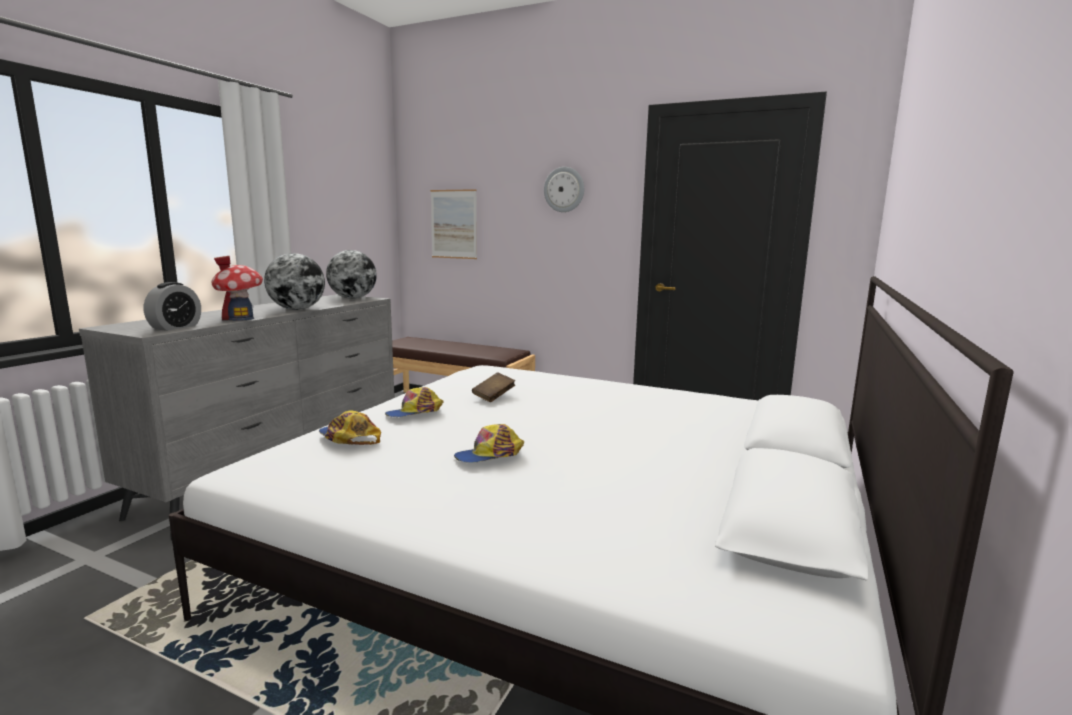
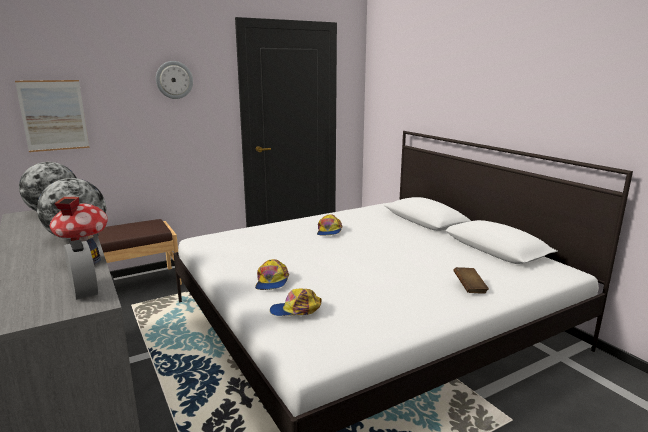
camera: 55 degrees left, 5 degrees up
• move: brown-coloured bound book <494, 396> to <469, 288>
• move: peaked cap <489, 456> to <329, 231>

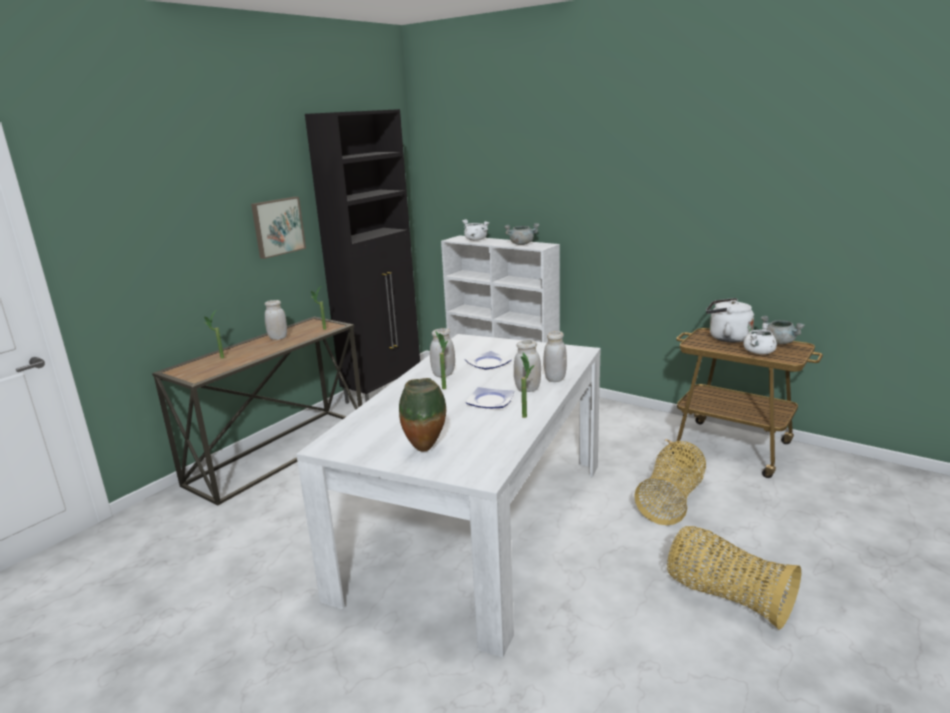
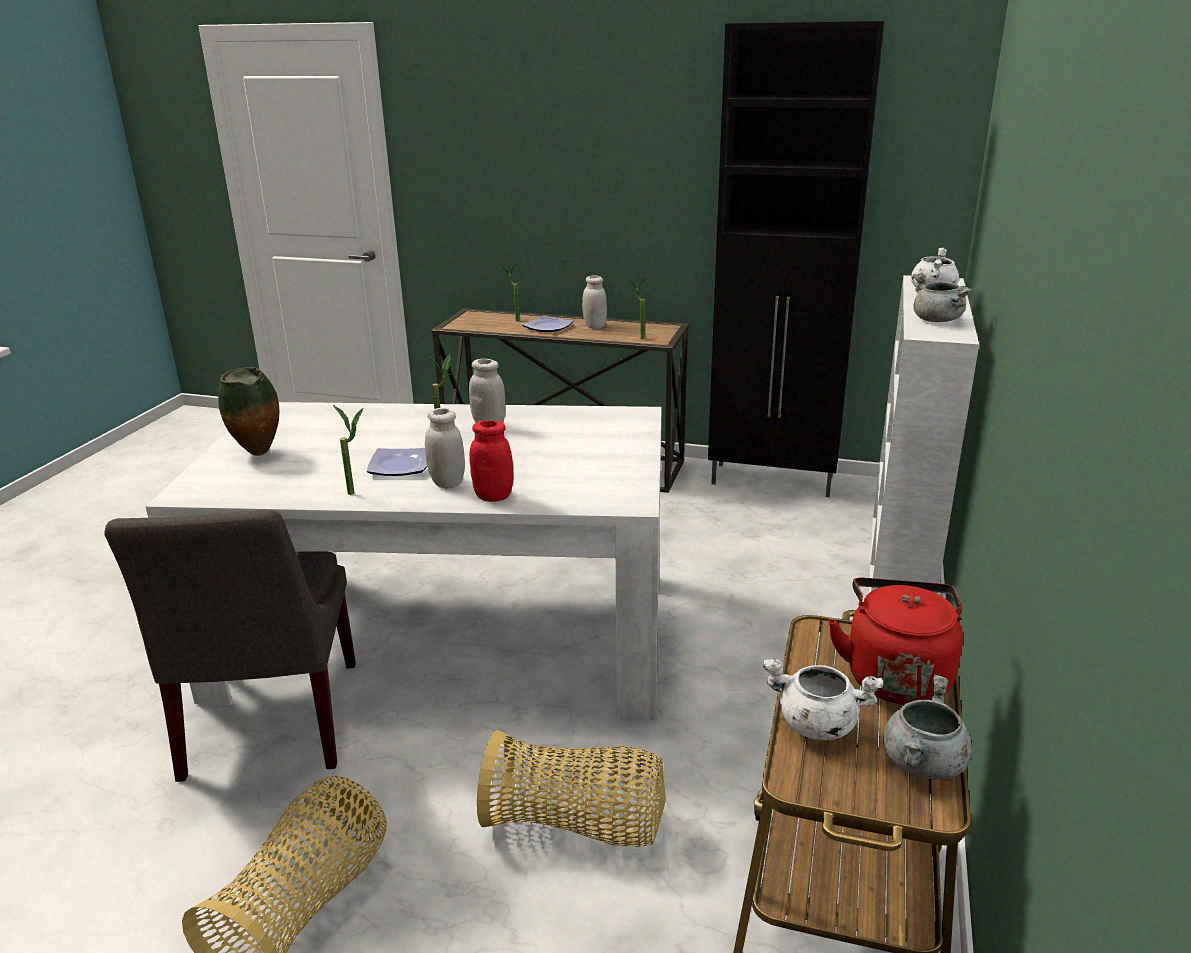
camera: 70 degrees right, 5 degrees up
• delete: wall art <277, 227>
• recolor: white-coloured tea kettle <726, 338> to red tea kettle <895, 675>
• recolor: white-coloured preserve jar <555, 379> to red preserve jar <493, 496>
• move: plate <488, 363> to <549, 327>
• insert: gray upright chair <269, 724>

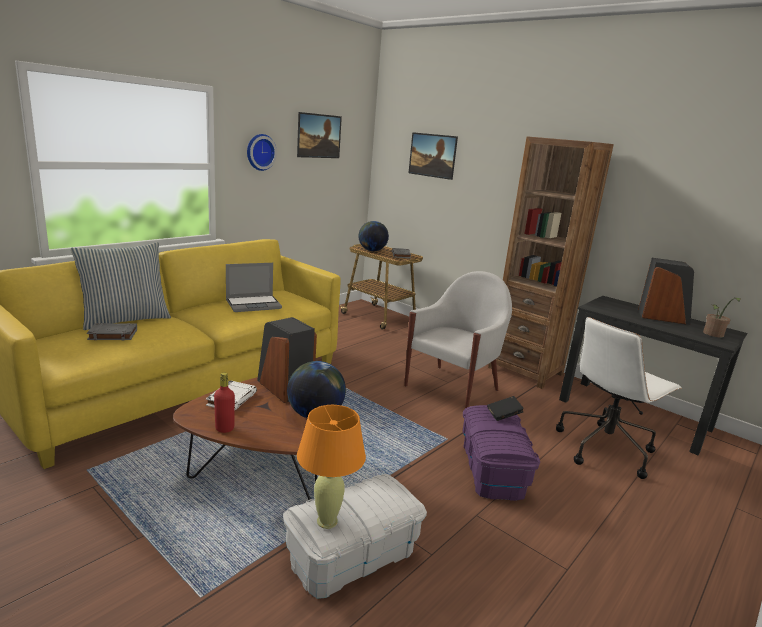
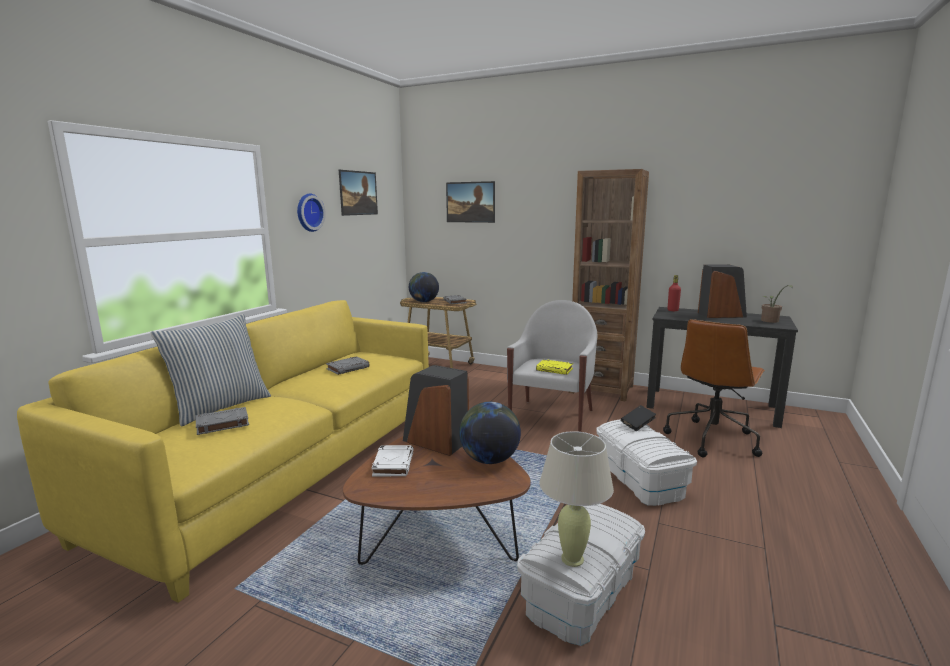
camera: 15 degrees left, 5 degrees down
• replace: notebook computer <254, 304> to gray bound book <348, 368>
• recolor: white-coloured desk chair <605, 448> to brown-coloured desk chair <712, 439>
• move: red beverage bottle <224, 428> to <672, 310>
• recolor: orange-coloured tabletop lamp <327, 521> to beige tabletop lamp <572, 559>
• recolor: purple storage box <493, 469> to white-coloured storage box <640, 479>
• insert: yellowish bound book <555, 369>

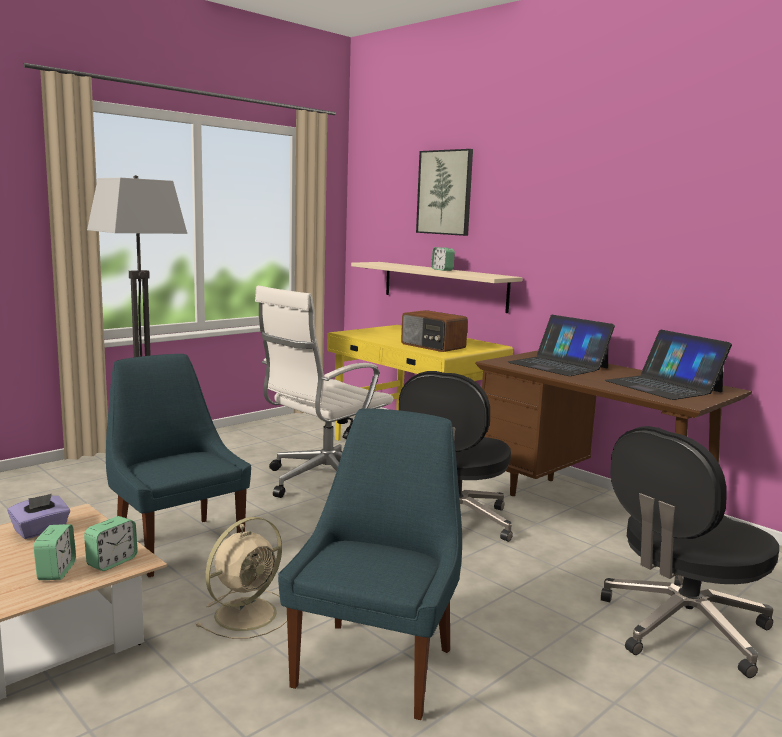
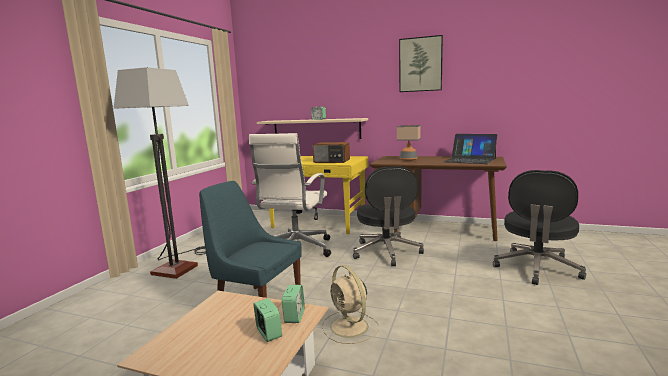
camera: 25 degrees left, 0 degrees up
• move: wall art <445, 192> to <420, 64>
• replace: notebook computer <558, 365> to tabletop lamp <408, 159>
• delete: blue-coloured upright chair <376, 664>
• delete: purple tissue box <41, 530>
• rotate: beige cooling fan <248, 613> = <350, 327> 135 degrees clockwise

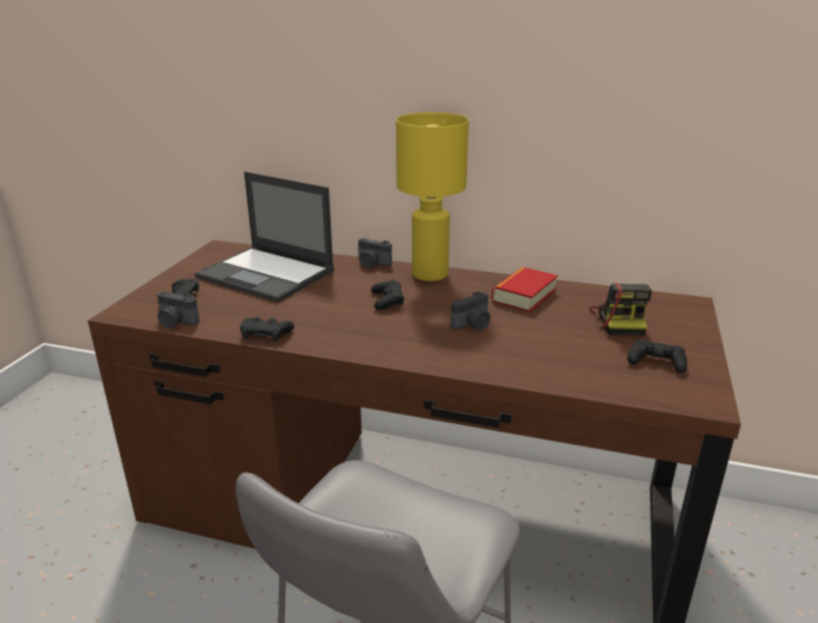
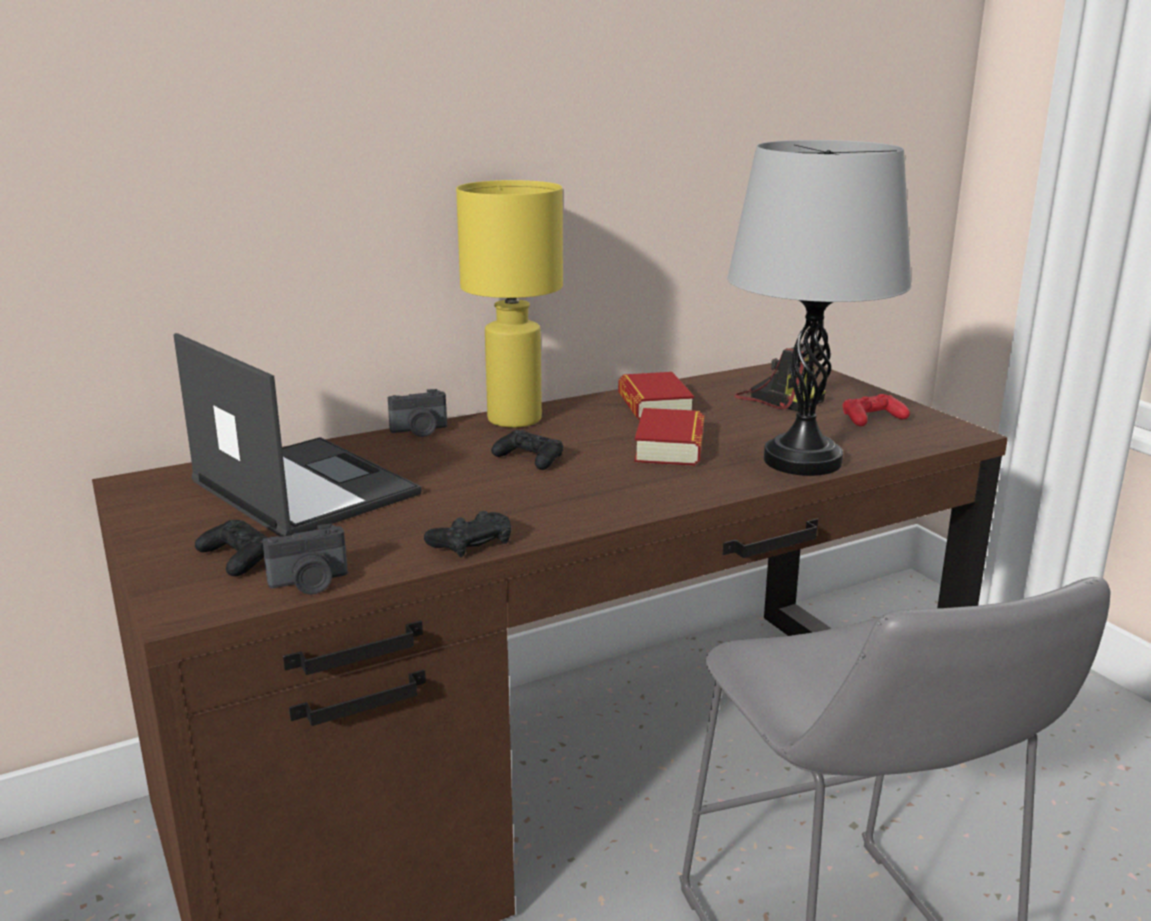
camera: 45 degrees left, 5 degrees down
• rotate: notebook computer <267, 274> = <302, 487> 120 degrees counterclockwise
• replace: photo camera <473, 325> to bound book <669, 447>
• recolor: black gamepad <656, 362> to red gamepad <872, 418>
• insert: gray tabletop lamp <802, 461>

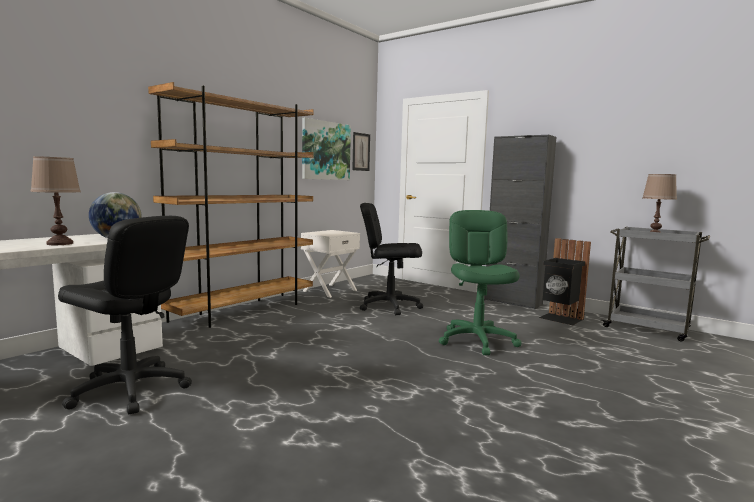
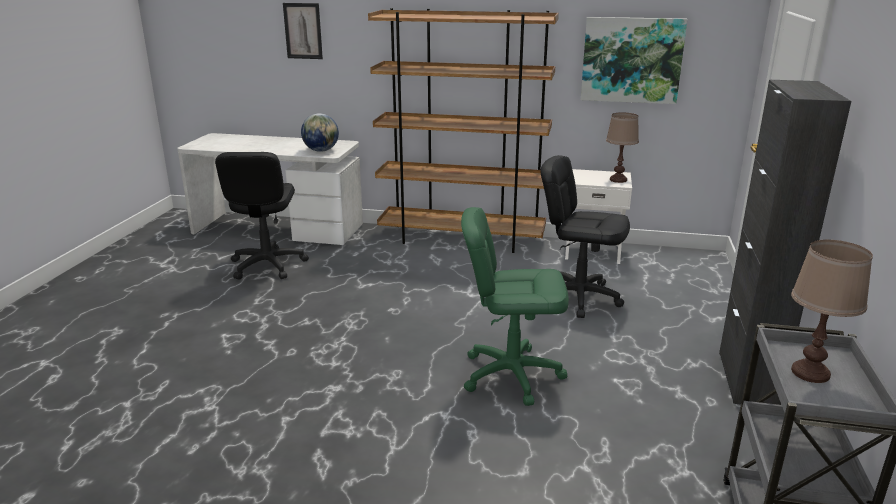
camera: 65 degrees right, 15 degrees up
• move: wall art <361, 152> to <303, 31>
• move: brown-coloured tabletop lamp <60, 243> to <618, 180>
• rotate: black desk chair <389, 306> = <578, 297> 45 degrees counterclockwise
• rotate: green desk chair <477, 341> = <511, 374> 150 degrees counterclockwise
• delete: black rubbish bin <560, 319>

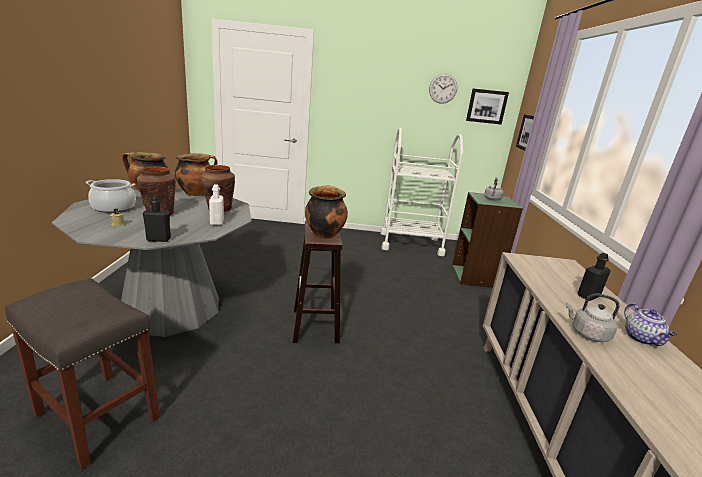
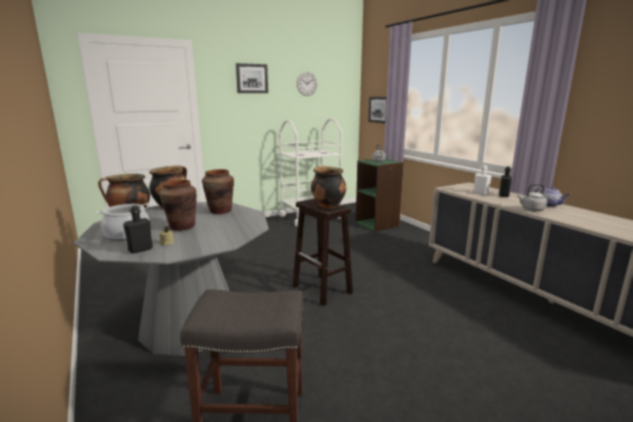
camera: 30 degrees left, 5 degrees down
• move: wall art <486, 106> to <252, 78>
• move: white-coloured beverage bottle <217, 222> to <480, 193>
• move: black beverage bottle <158, 239> to <140, 249>

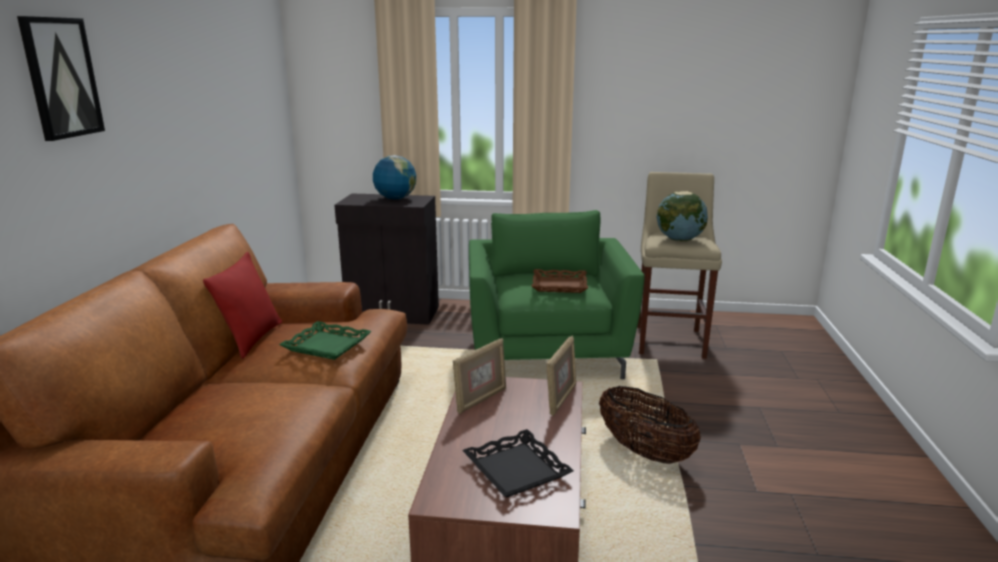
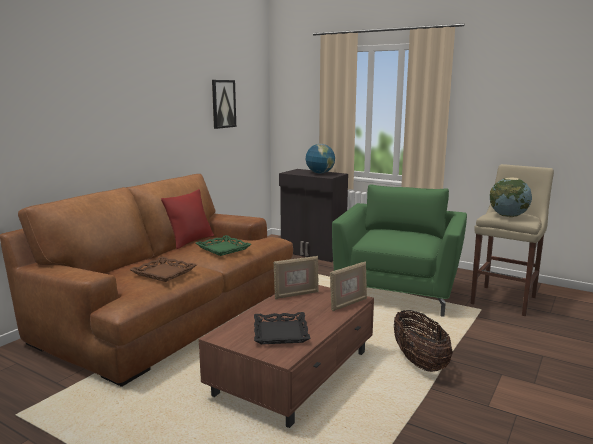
camera: 25 degrees right, 5 degrees down
• move: wall art <61, 78> to <223, 104>
• move: brown-coloured carrying tray <559, 285> to <163, 273>

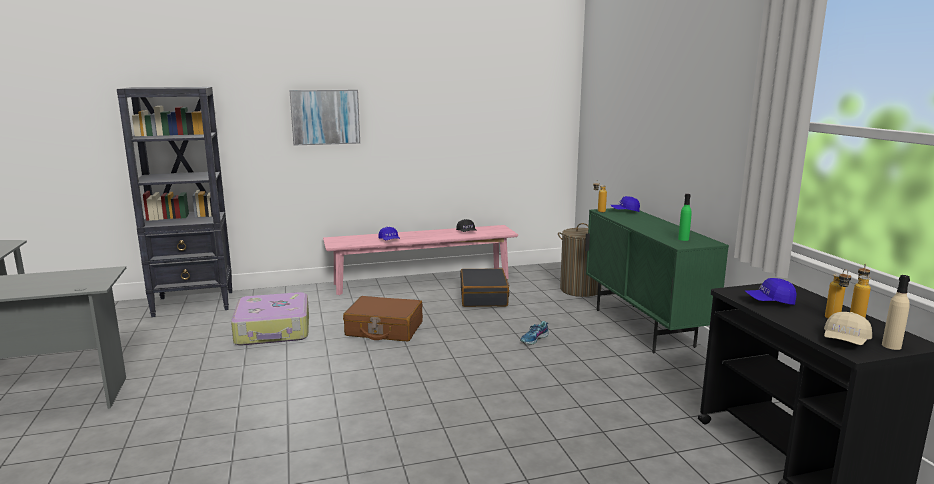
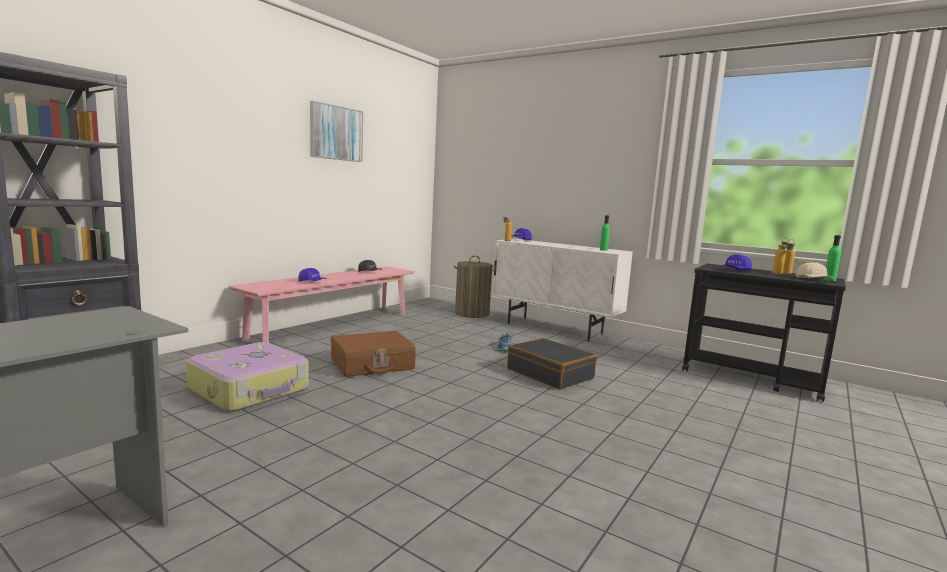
camera: 40 degrees left, 5 degrees down
• move: wall art <325, 117> to <336, 133>
• recolor: green cupboard <643, 327> to white-coloured cupboard <554, 329>
• move: black suitcase <484, 297> to <550, 374>
• recolor: beige beverage bottle <891, 346> to green beverage bottle <829, 280>

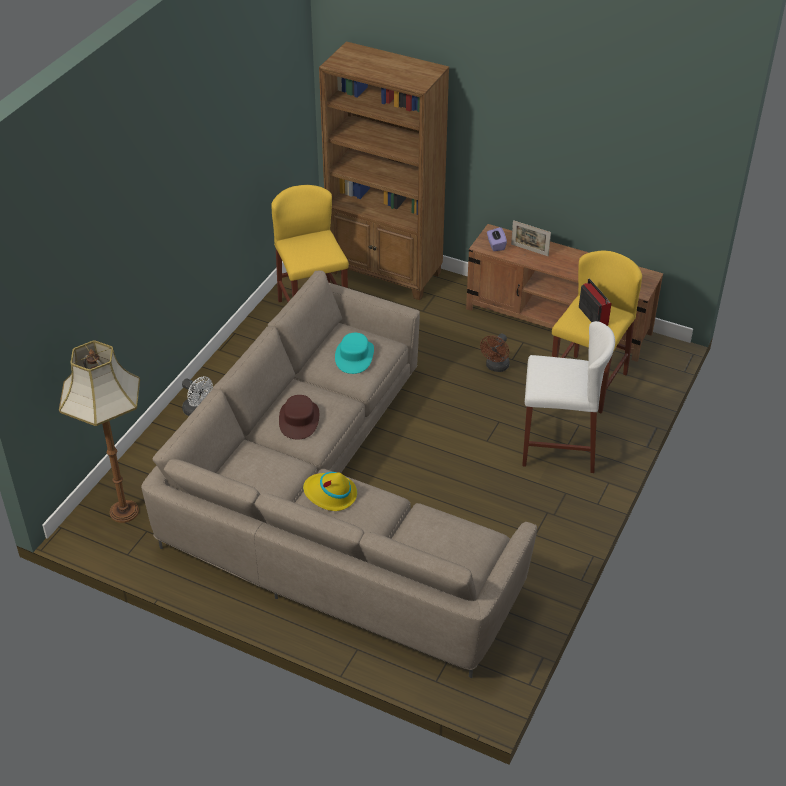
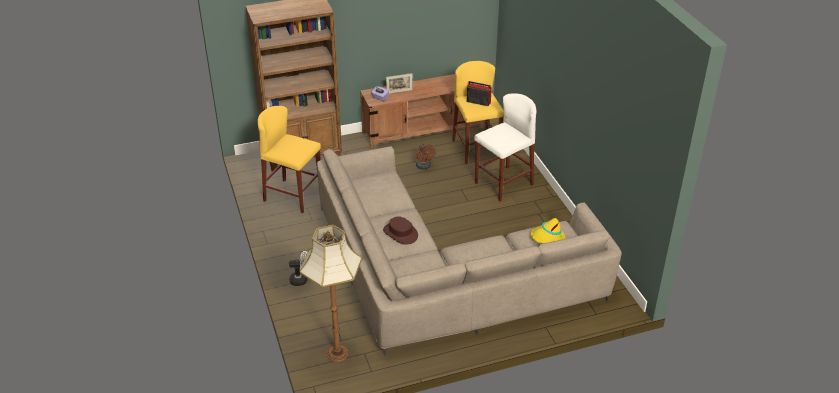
camera: 45 degrees left, 5 degrees down
• delete: turquoise-coloured hat <354, 356>
• move: yellowish hat <330, 494> to <547, 237>

